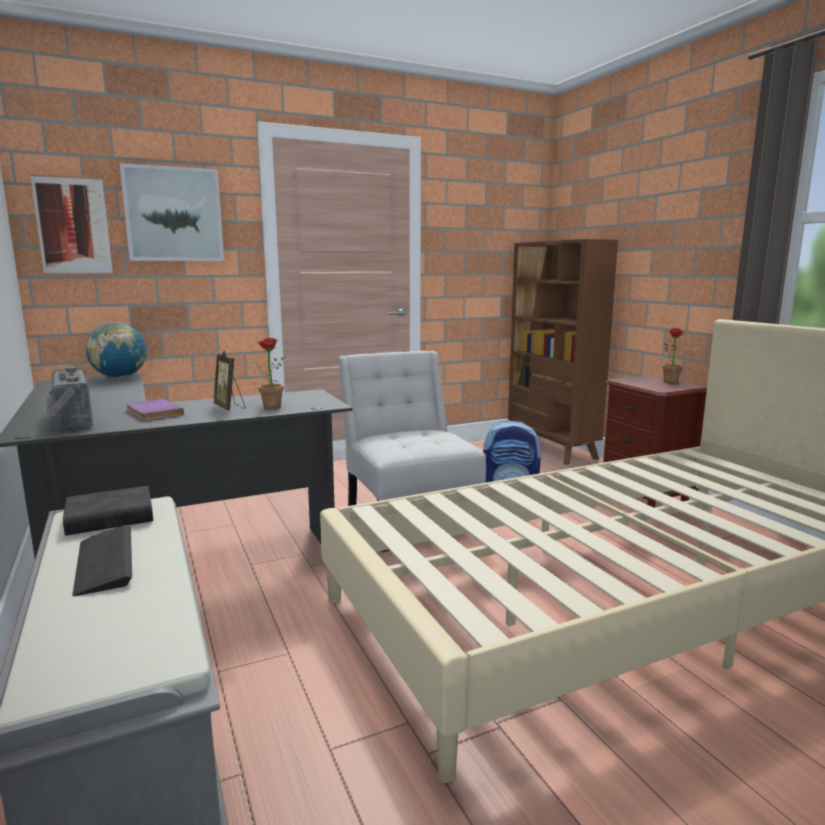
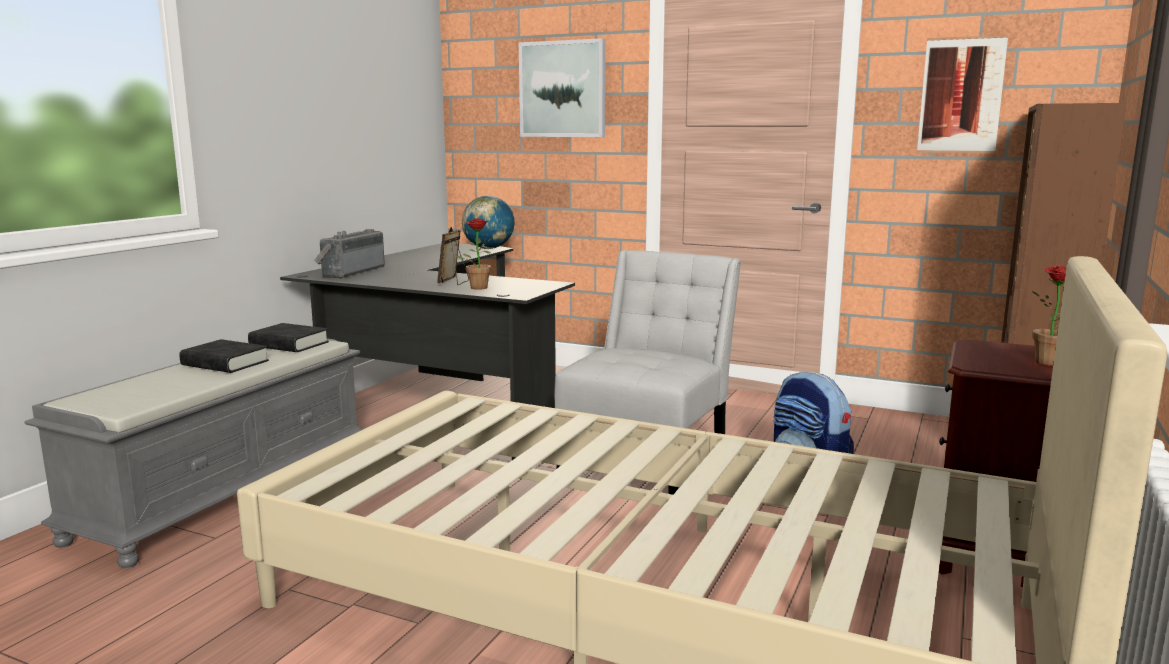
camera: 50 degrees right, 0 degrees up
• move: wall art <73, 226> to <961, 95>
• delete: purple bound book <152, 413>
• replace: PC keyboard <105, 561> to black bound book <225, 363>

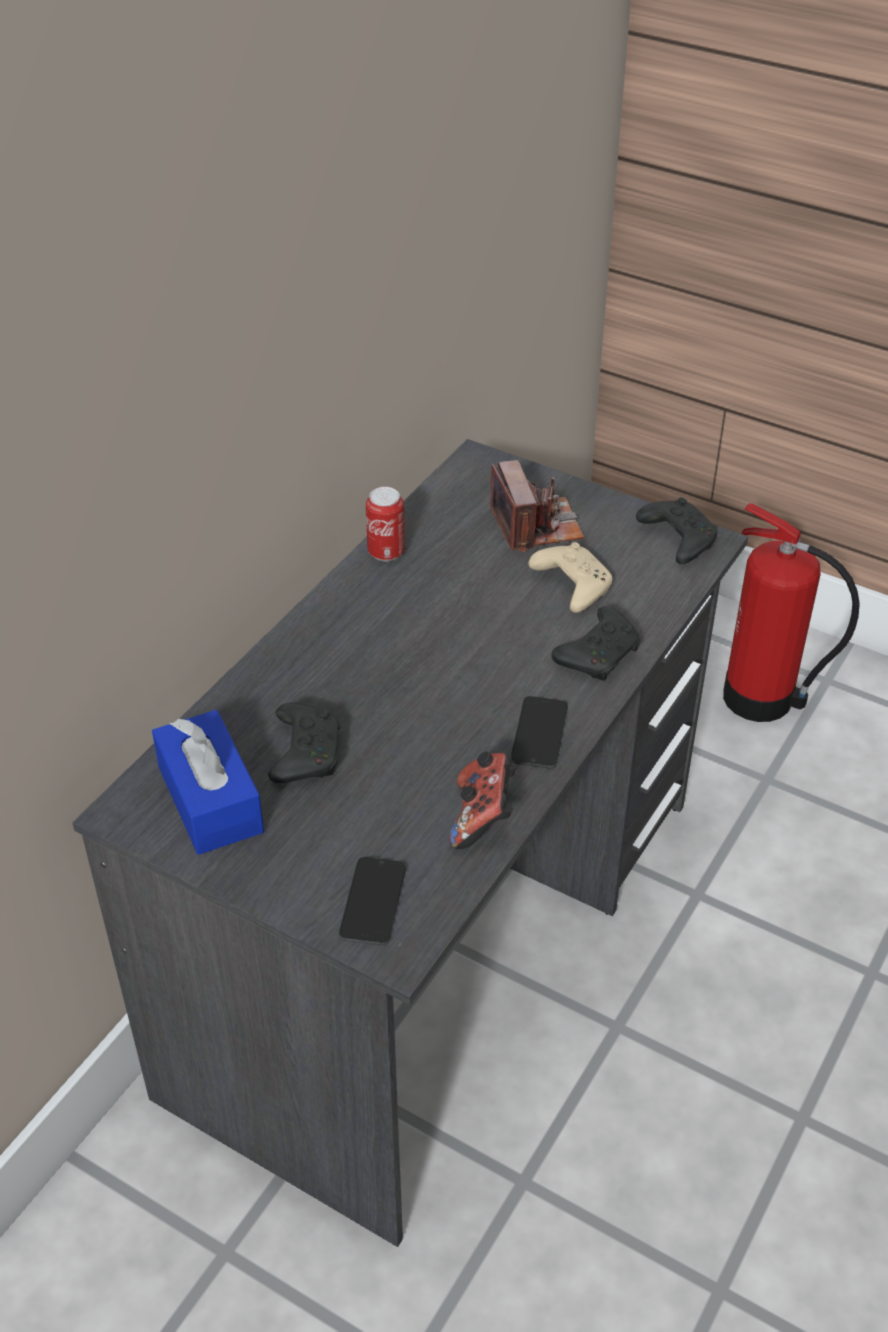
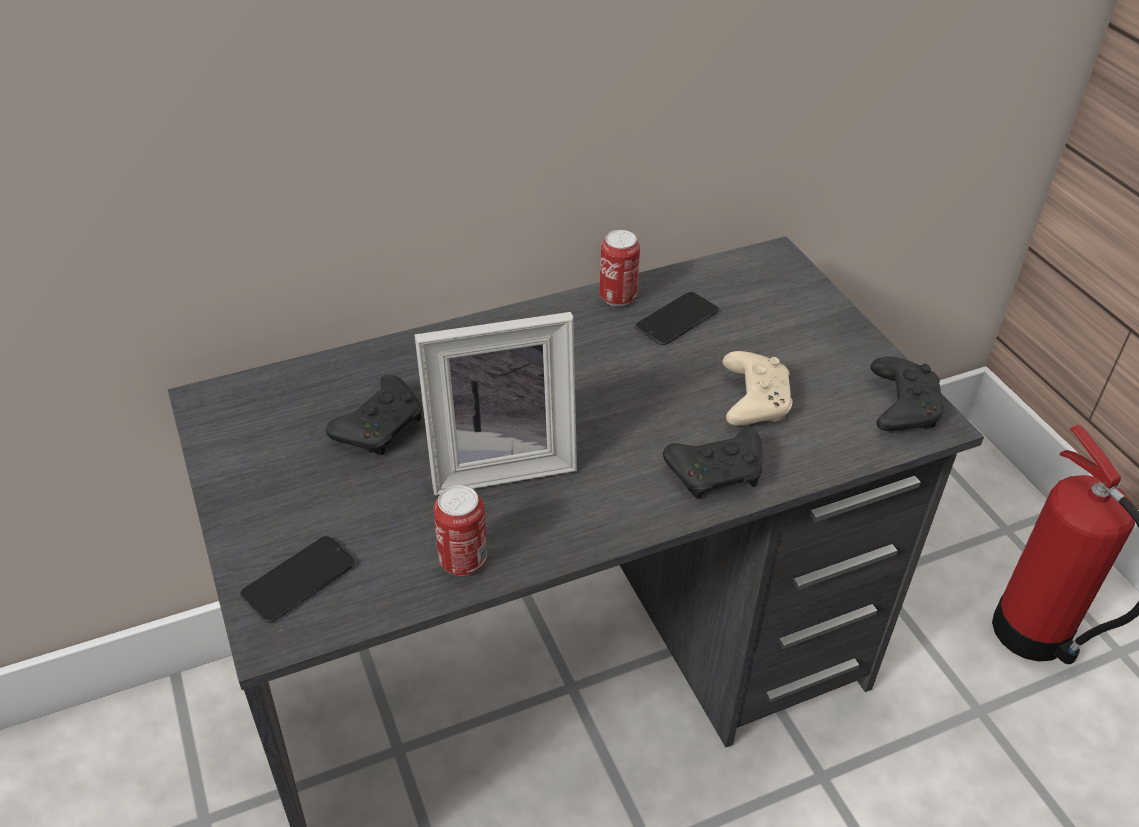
camera: 35 degrees right, 0 degrees up
• delete: photo camera <536, 526>
• move: telephone <539, 733> to <677, 319>
• delete: blue-coloured tissue box <210, 799>
• replace: gamepad <483, 817> to sealed can <463, 561>
• insert: picture frame <500, 461>

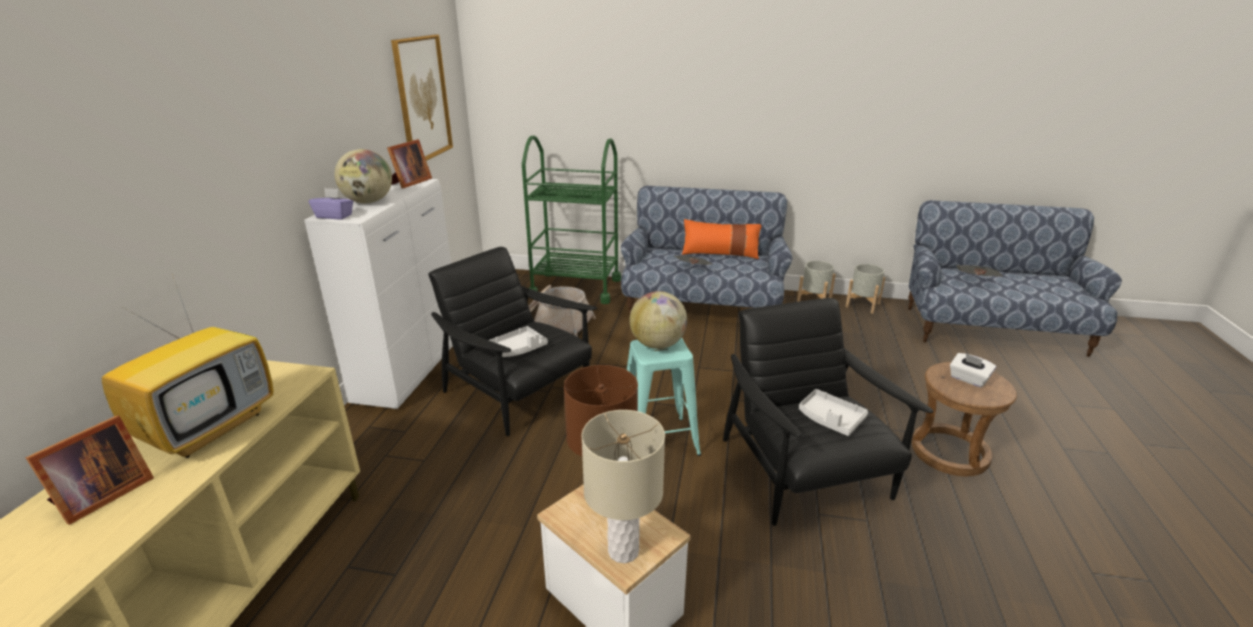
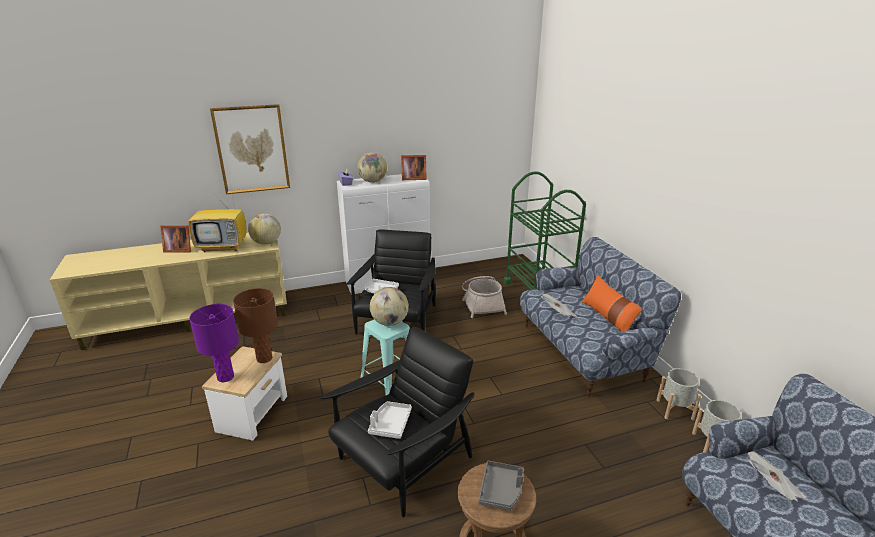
camera: 60 degrees right, 0 degrees up
• move: wall art <422, 99> to <252, 149>
• replace: white-coloured tissue box <968, 379> to gray carrying tray <501, 490>
• recolor: beige tabletop lamp <623, 551> to purple tabletop lamp <225, 377>
• insert: globe <266, 243>

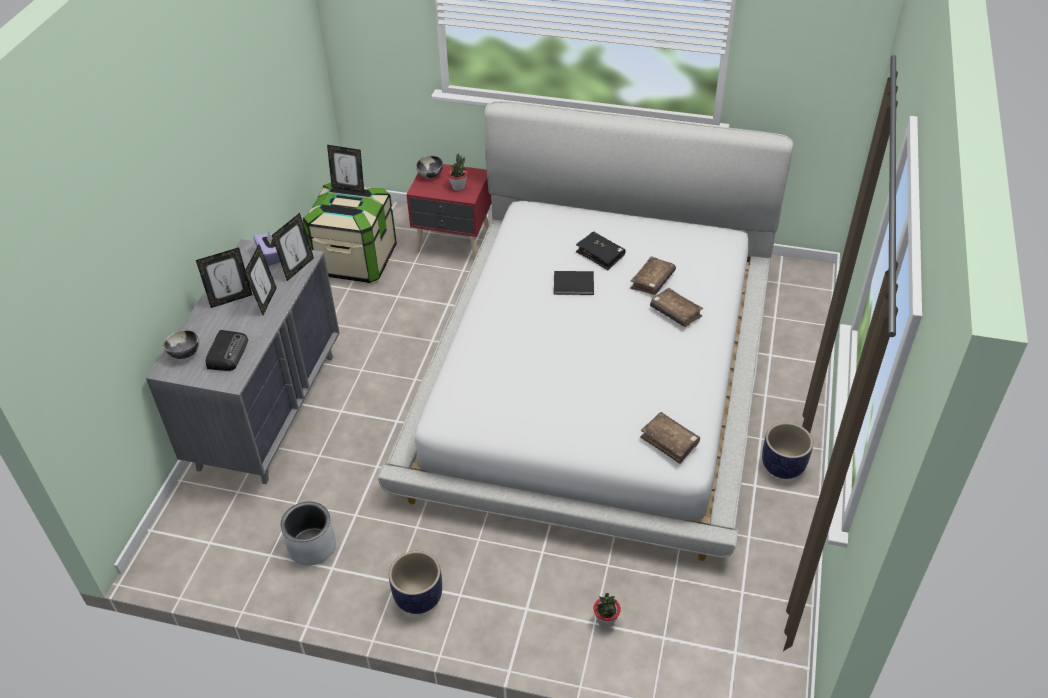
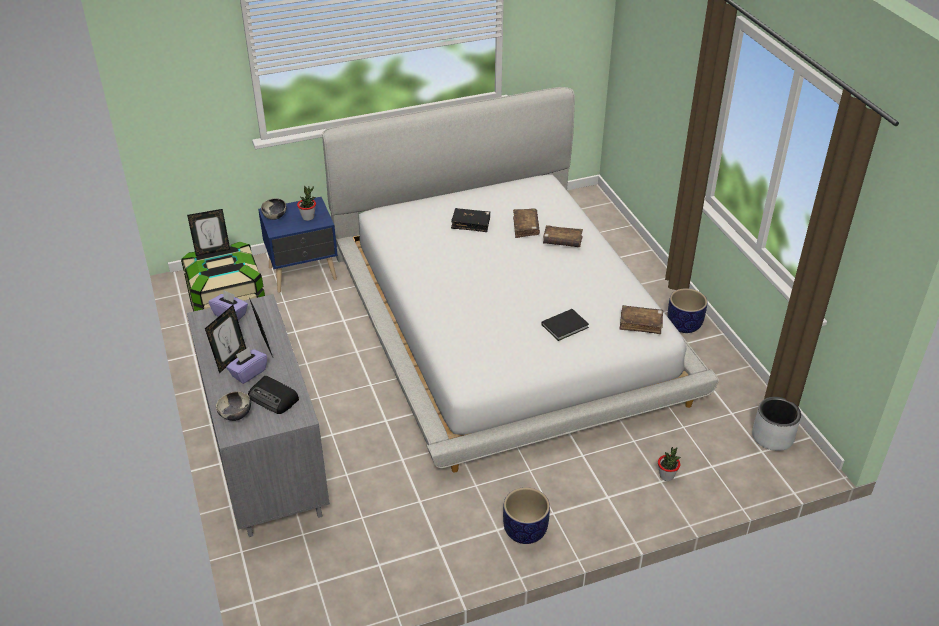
camera: 35 degrees left, 5 degrees down
• recolor: red bedside table <454, 243> to blue-coloured bedside table <304, 274>
• delete: picture frame <298, 268>
• move: black bound book <575, 285> to <566, 326>
• rotate: radio set <227, 353> = <274, 398> 150 degrees clockwise
• move: gray planter <312, 547> to <773, 437>
• insert: purple tissue box <248, 373>

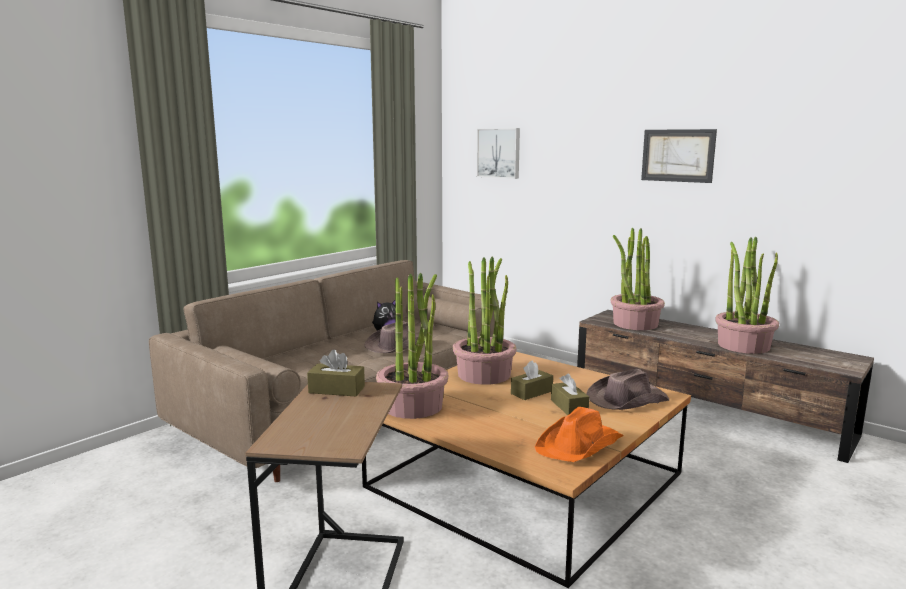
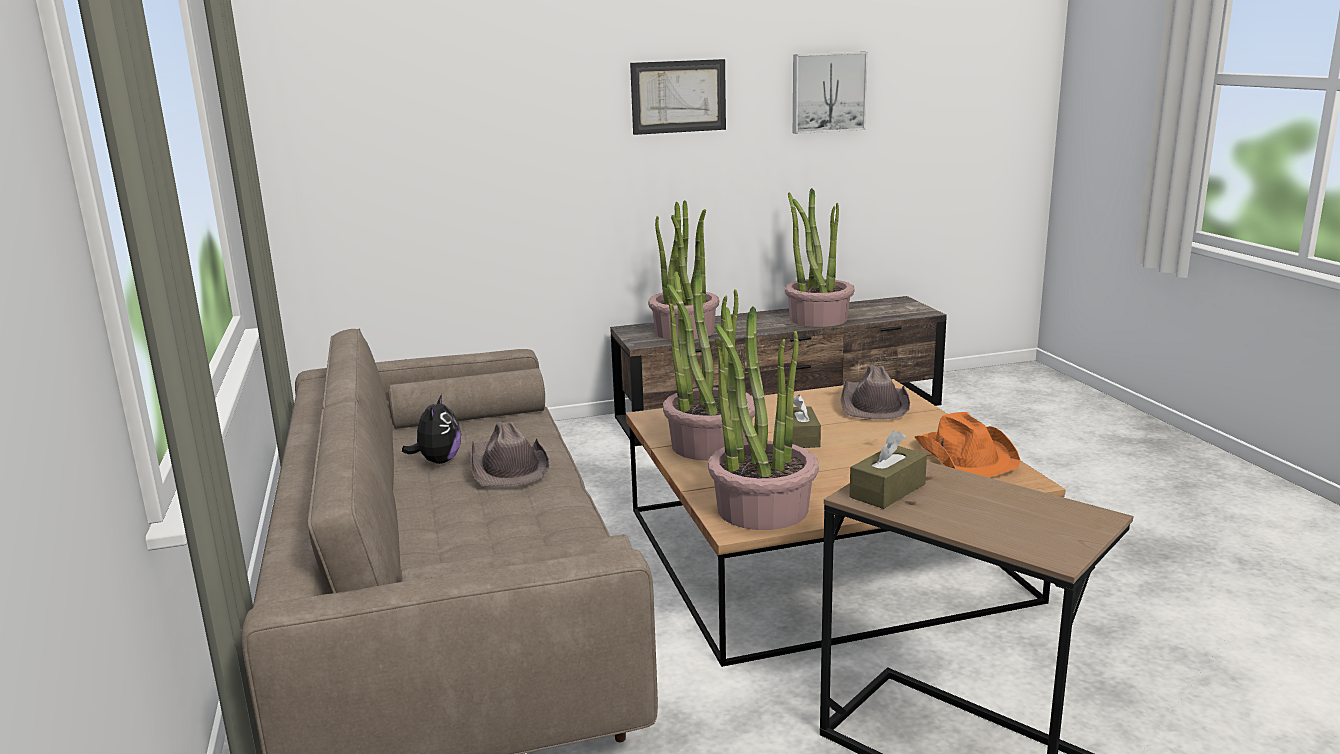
camera: 55 degrees left, 5 degrees up
• move: wall art <499, 153> to <827, 92>
• delete: brown-coloured tissue box <569, 406>

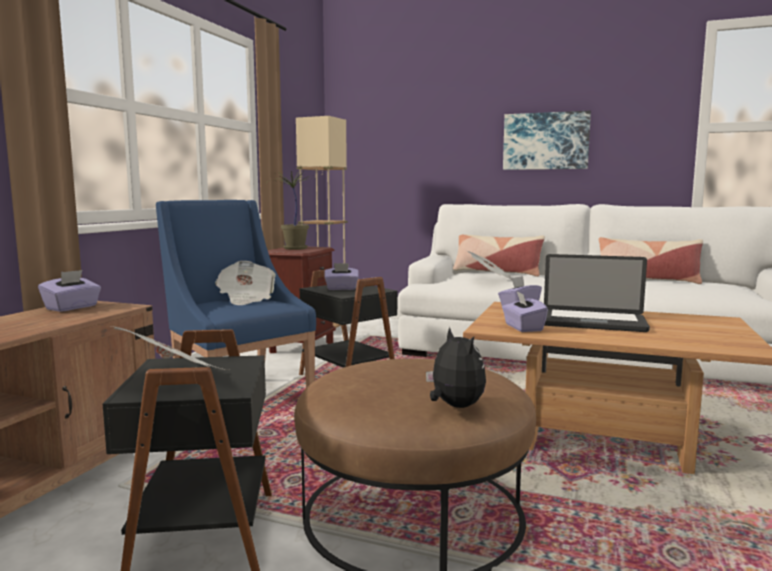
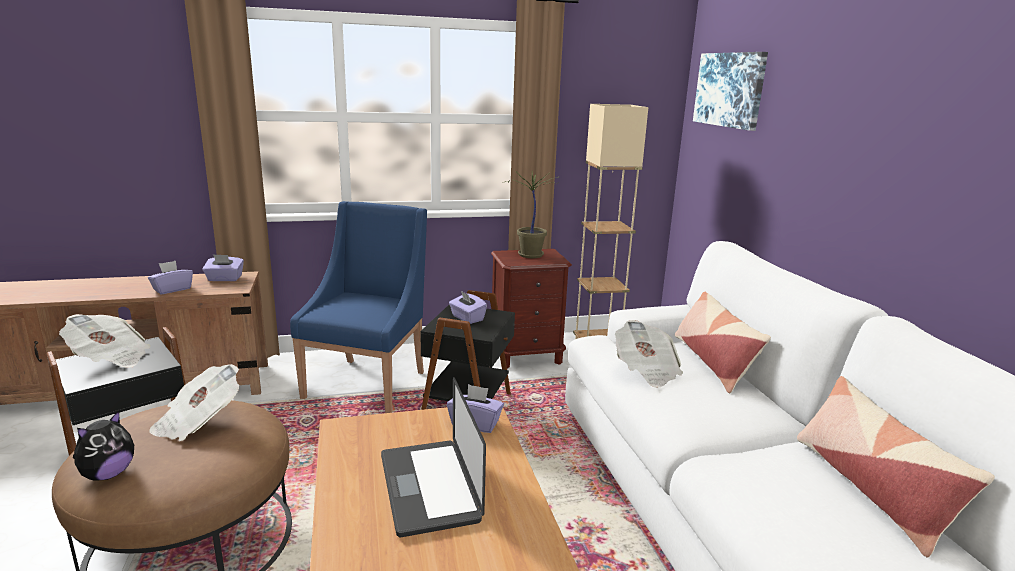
camera: 55 degrees right, 10 degrees up
• move: wall art <545, 141> to <730, 90>
• move: printed paper <246, 299> to <198, 422>
• move: purple tissue box <523, 328> to <172, 289>

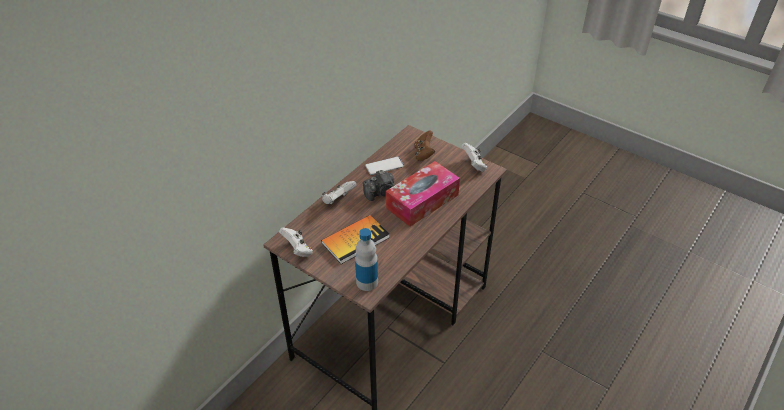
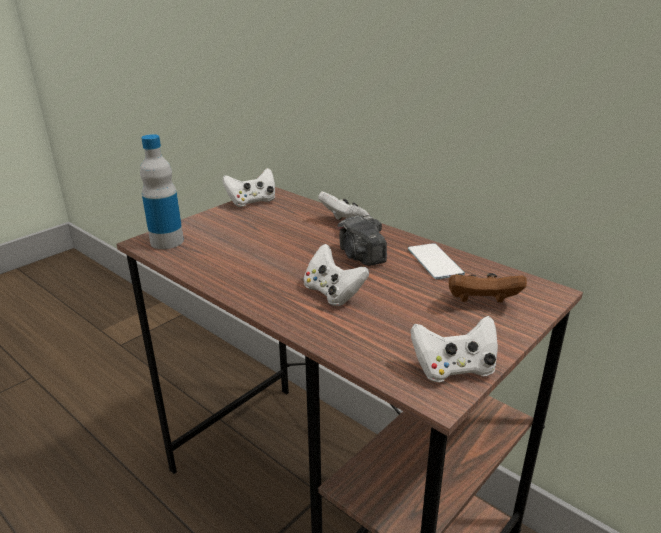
camera: 95 degrees right, 15 degrees down
• replace: tissue box <422, 201> to white-coloured gamepad <333, 293>
• delete: bound book <355, 240>

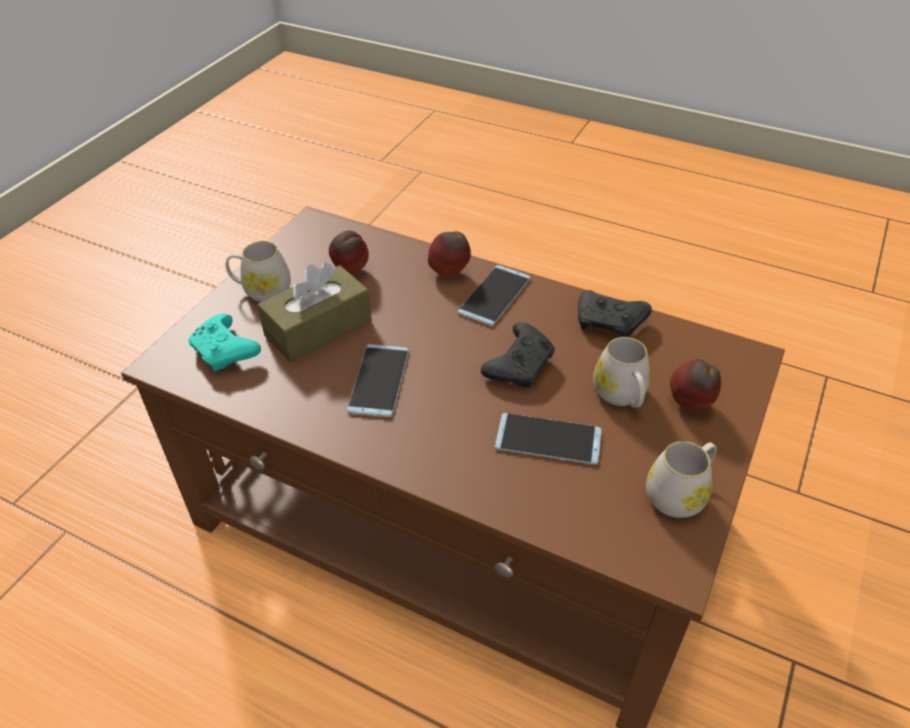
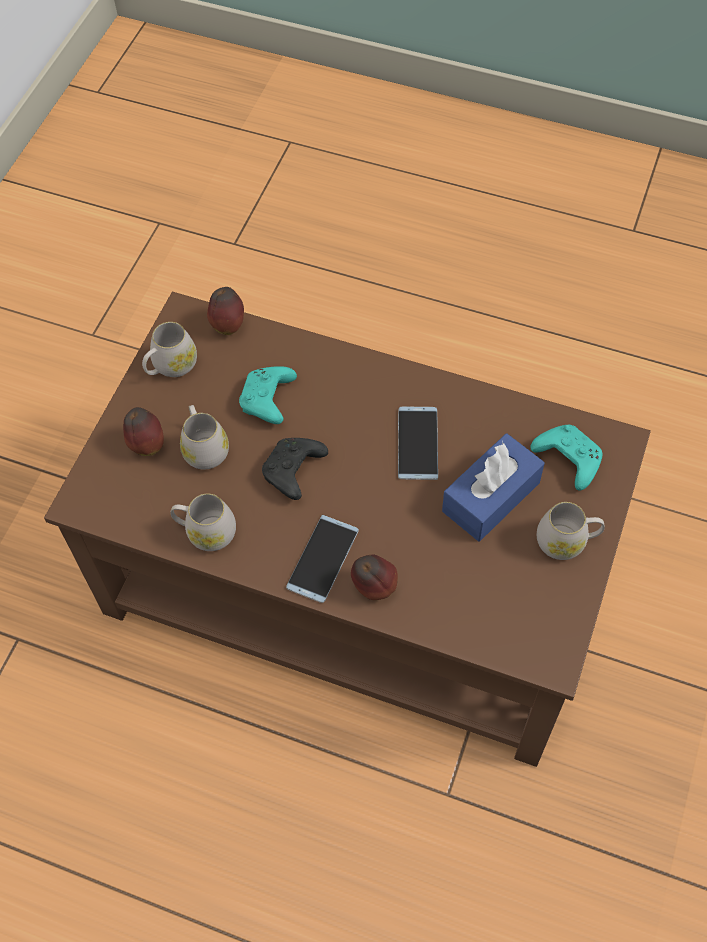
camera: 175 degrees right, 15 degrees up
• move: apple fruit <350, 272> to <228, 325>
• recolor: brown-coloured tissue box <318, 328> to blue-coloured tissue box <491, 497>
• replace: black gamepad <610, 323> to white-coloured mug <206, 532>
• replace: telephone <548, 439> to turquoise-coloured gamepad <268, 401>

